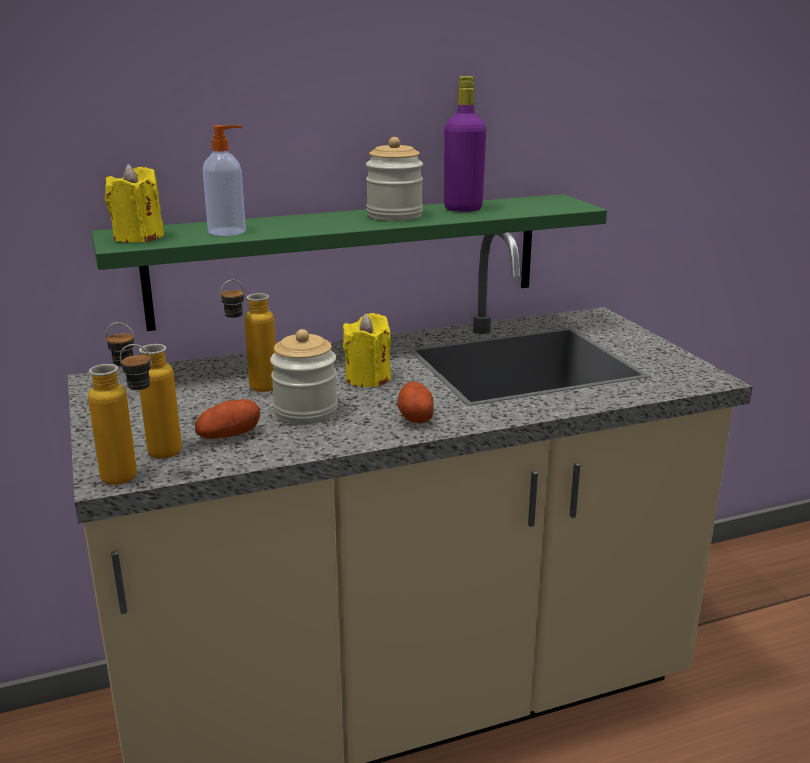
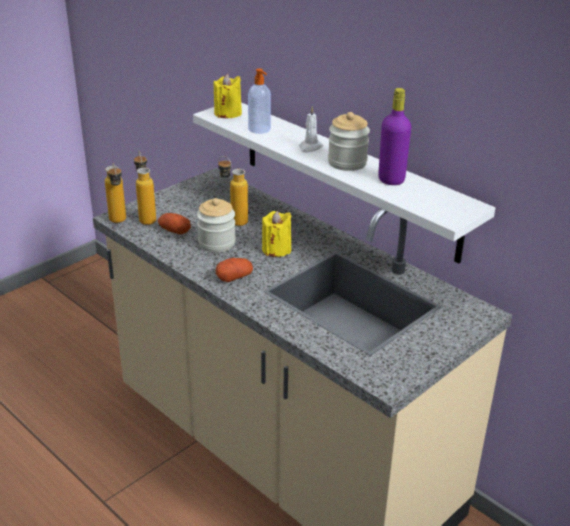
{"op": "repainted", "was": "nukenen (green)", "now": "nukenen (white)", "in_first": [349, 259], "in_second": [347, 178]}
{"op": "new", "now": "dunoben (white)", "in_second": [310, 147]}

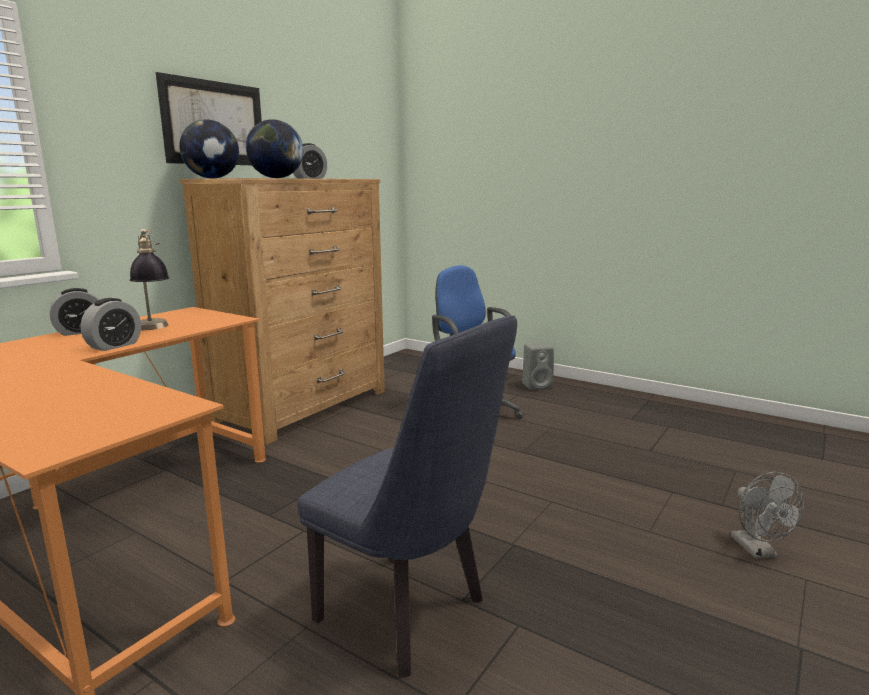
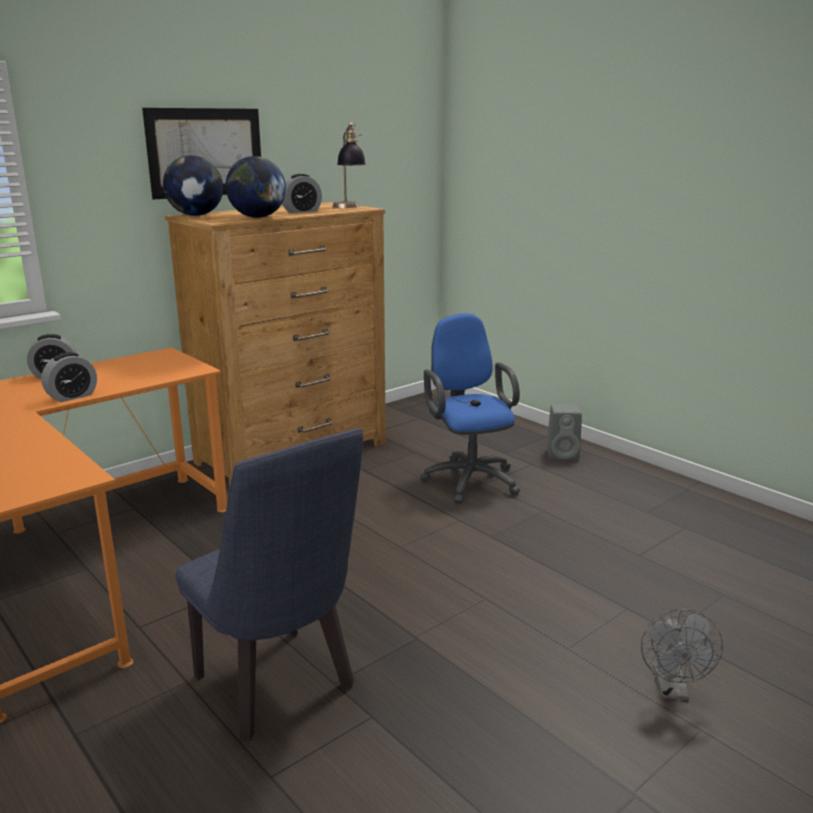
{"op": "shifted", "was": "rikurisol", "in_first": [153, 329], "in_second": [349, 207]}

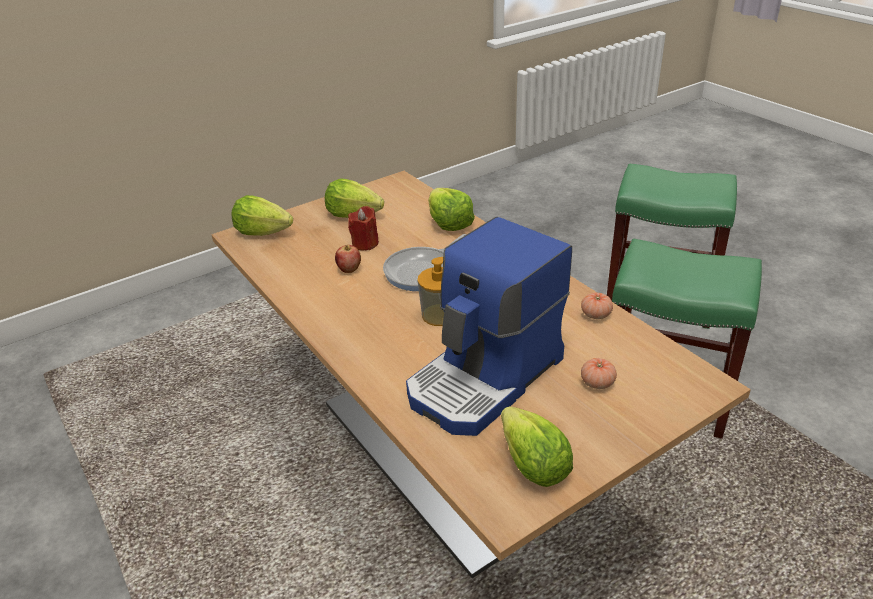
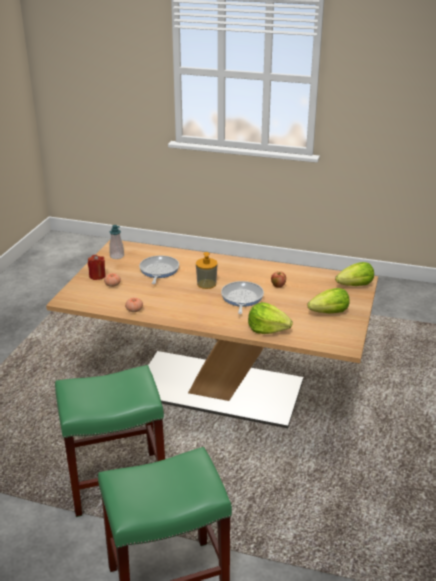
{"op": "shifted", "was": "dunoben (red)", "in_first": [365, 243], "in_second": [97, 276]}
{"op": "swapped", "was": "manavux", "now": "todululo", "in_first": [533, 465], "in_second": [117, 256]}
{"op": "swapped", "was": "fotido", "now": "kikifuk", "in_first": [486, 379], "in_second": [158, 271]}

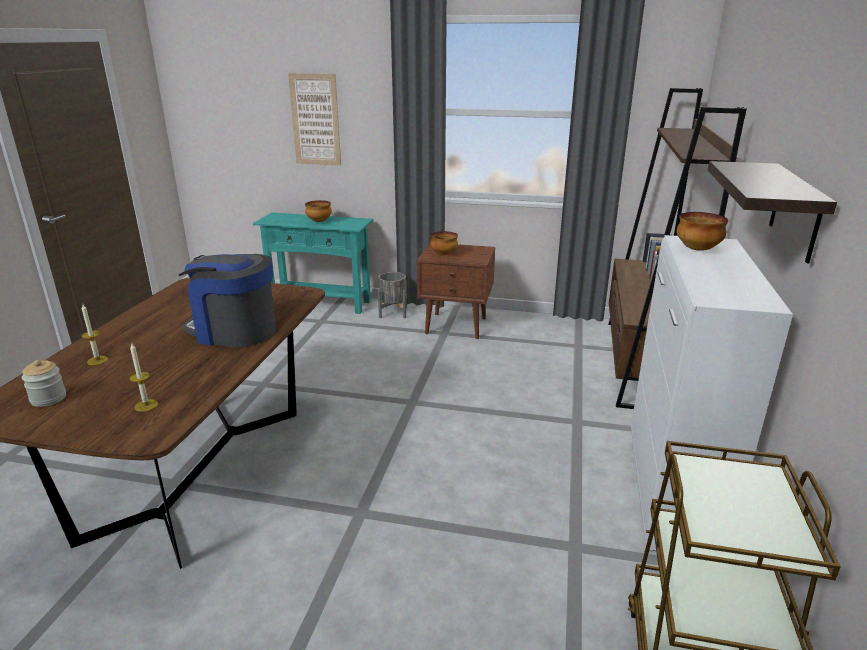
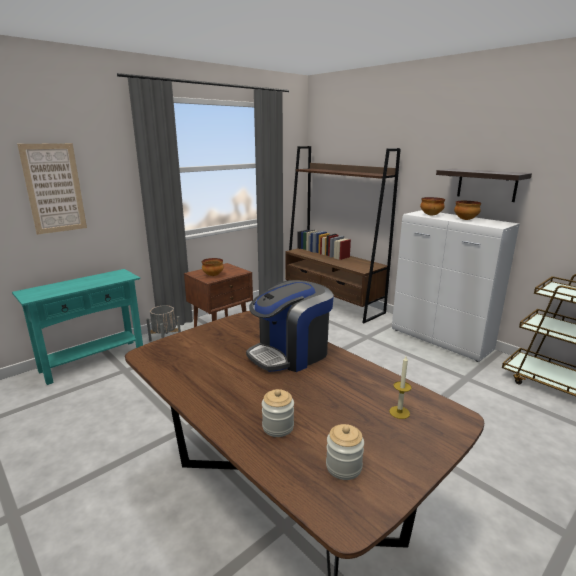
{"op": "swapped", "was": "dunoben", "now": "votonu", "in_first": [97, 360], "in_second": [278, 427]}
{"op": "shifted", "was": "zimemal", "in_first": [319, 221], "in_second": [465, 219]}

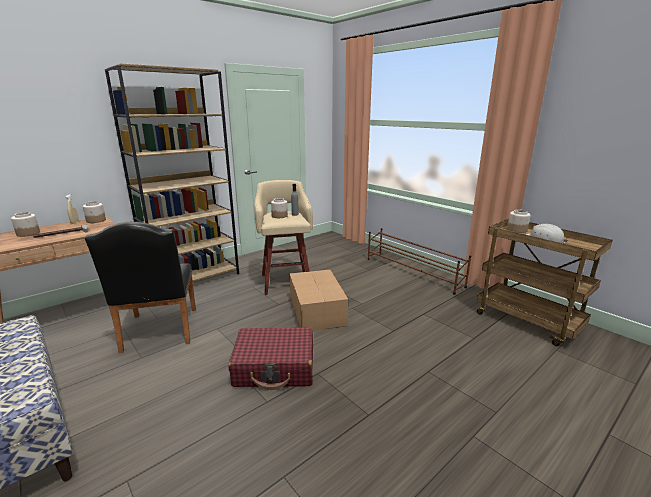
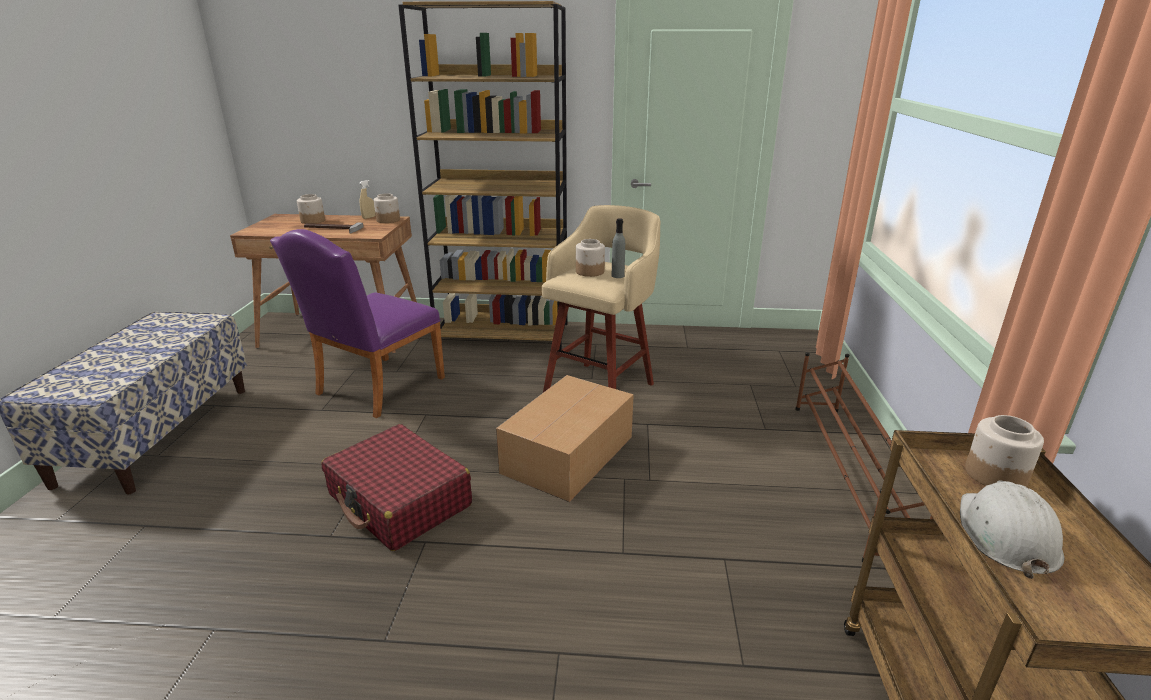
{"op": "repainted", "was": "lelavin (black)", "now": "lelavin (purple)", "in_first": [159, 332], "in_second": [374, 389]}

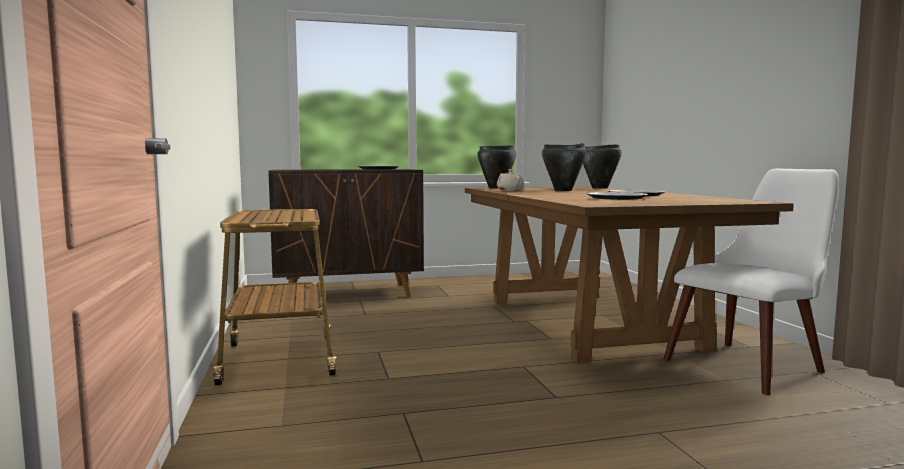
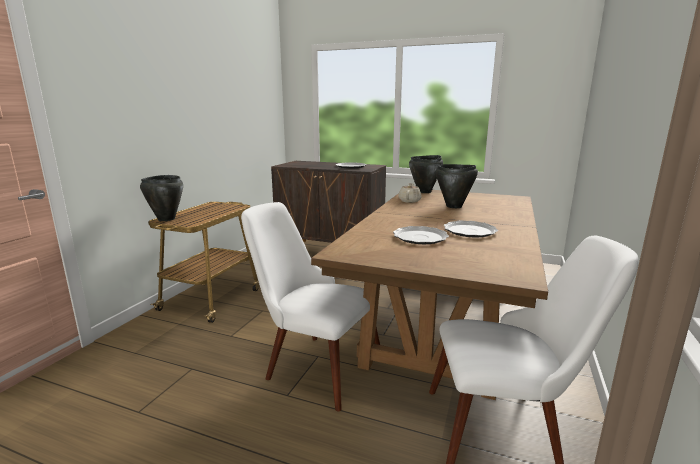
{"op": "shifted", "was": "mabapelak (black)", "in_first": [599, 188], "in_second": [166, 219]}
{"op": "new", "now": "lelavin (white)", "in_second": [312, 364]}

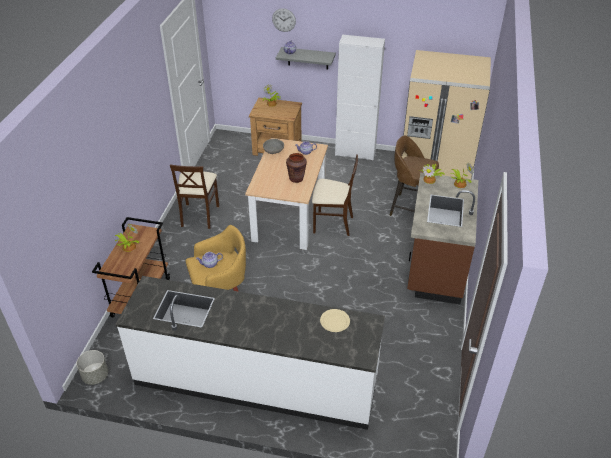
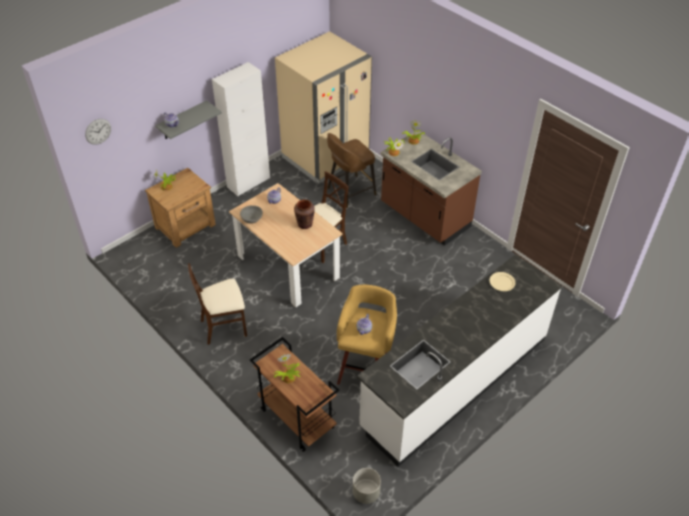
{"op": "shifted", "was": "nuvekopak", "in_first": [284, 20], "in_second": [98, 131]}
{"op": "rotated", "was": "lelavin (beige)", "in_first": [199, 215], "in_second": [224, 326], "clockwise": 120}

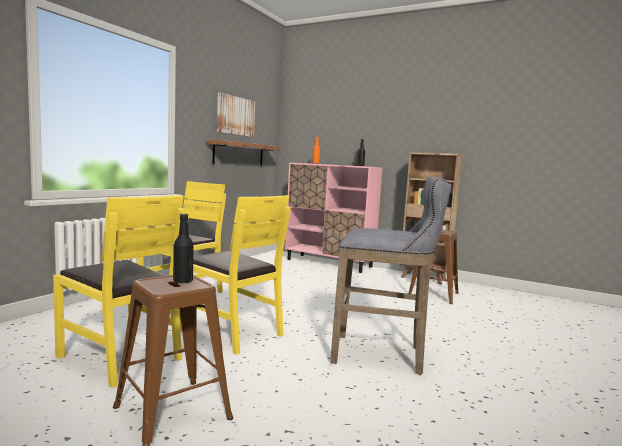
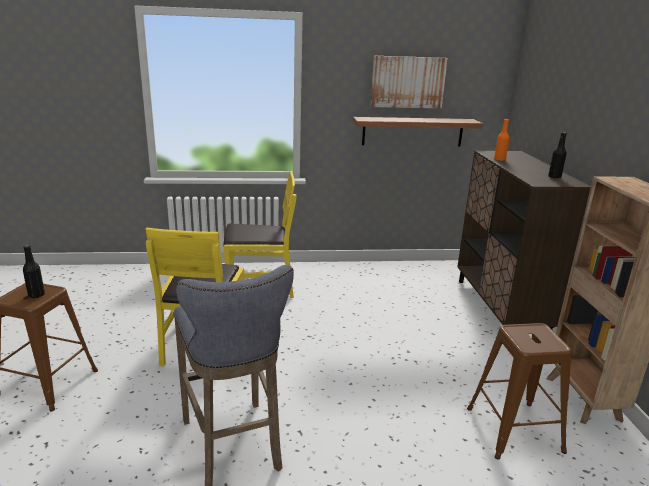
{"op": "repainted", "was": "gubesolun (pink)", "now": "gubesolun (brown)", "in_first": [329, 263], "in_second": [500, 308]}
{"op": "gone", "was": "lelavin (yellow)", "in_first": [121, 357]}

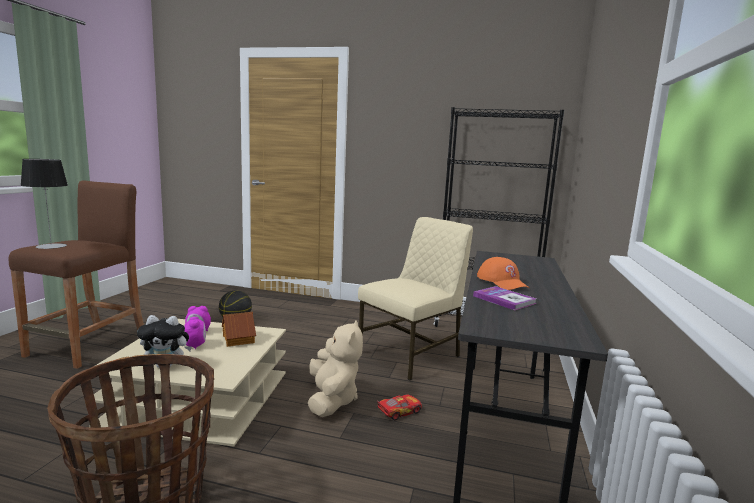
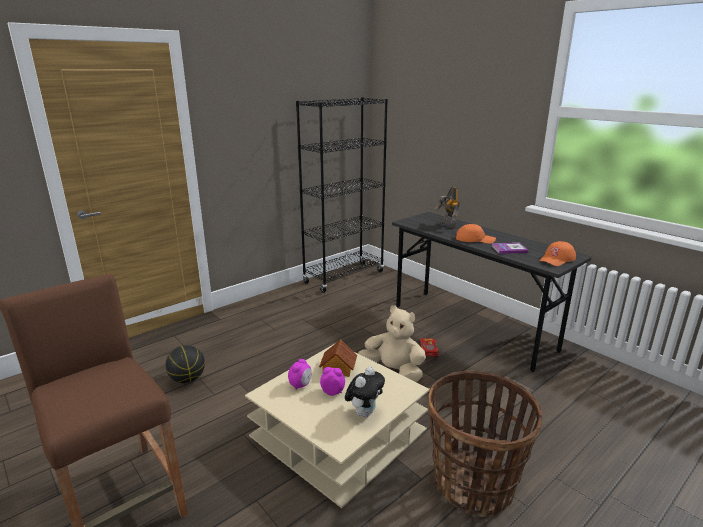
{"op": "new", "now": "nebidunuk", "in_second": [447, 225]}
{"op": "new", "now": "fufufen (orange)", "in_second": [557, 259]}
{"op": "gone", "was": "rikurisol", "in_first": [51, 246]}
{"op": "gone", "was": "lelavin (beige)", "in_first": [411, 354]}

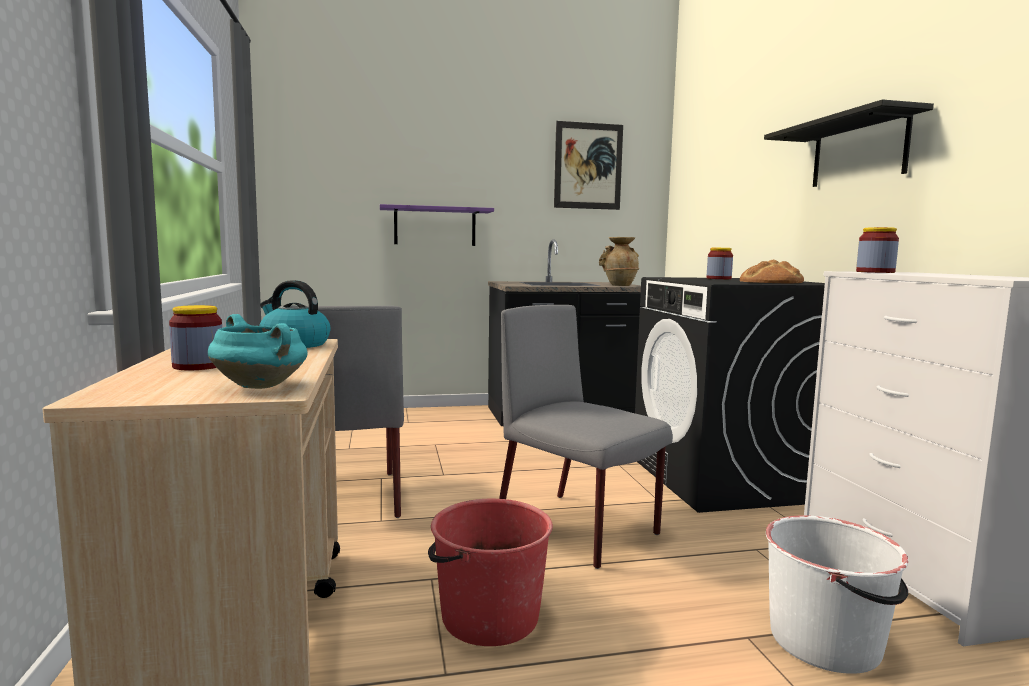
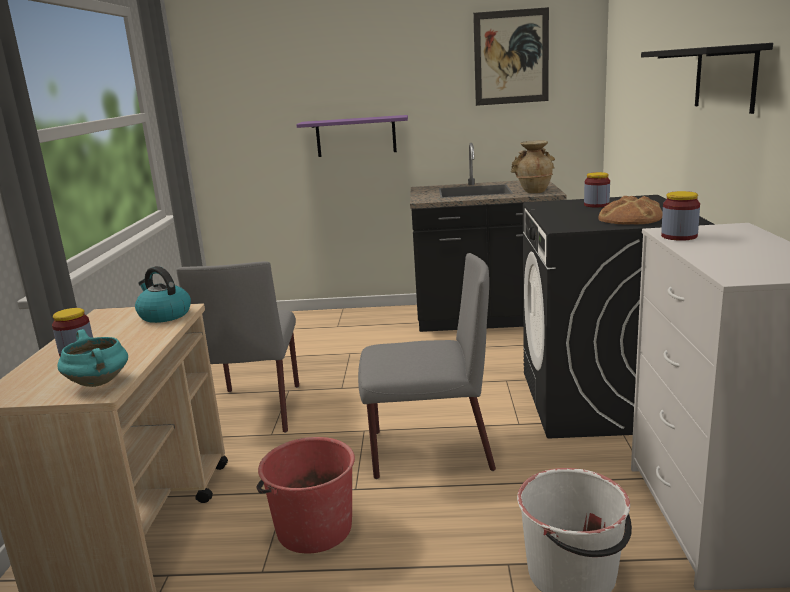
{"op": "rotated", "was": "lelavin (grey)", "in_first": [579, 529], "in_second": [428, 451], "clockwise": 120}

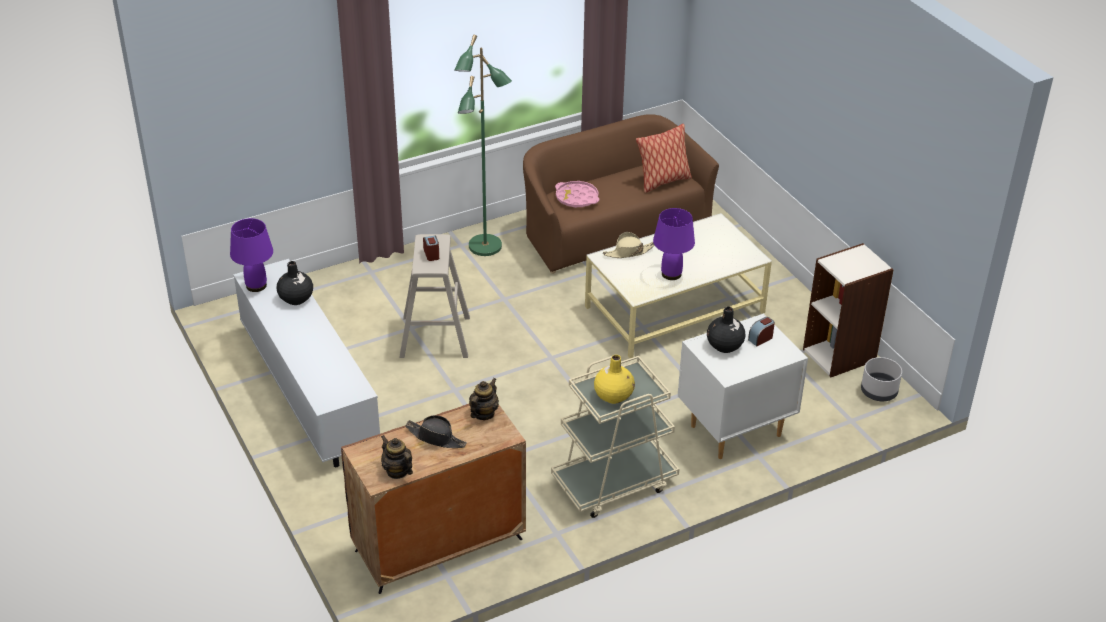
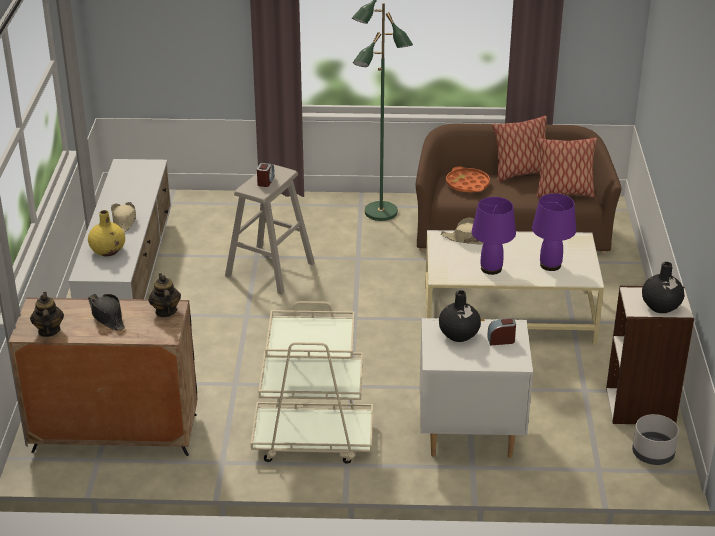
{"op": "shifted", "was": "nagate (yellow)", "in_first": [613, 395], "in_second": [108, 250]}
{"op": "new", "now": "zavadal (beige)", "in_second": [124, 221]}
{"op": "rotated", "was": "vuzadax", "in_first": [483, 413], "in_second": [165, 311], "clockwise": -75}
{"op": "repainted", "was": "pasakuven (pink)", "now": "pasakuven (orange)", "in_first": [577, 198], "in_second": [467, 184]}
{"op": "new", "now": "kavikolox", "in_second": [520, 173]}
{"op": "shifted", "was": "rikurisol (purple)", "in_first": [256, 286], "in_second": [551, 265]}
{"op": "shifted", "was": "nagate (black)", "in_first": [296, 298], "in_second": [660, 306]}

